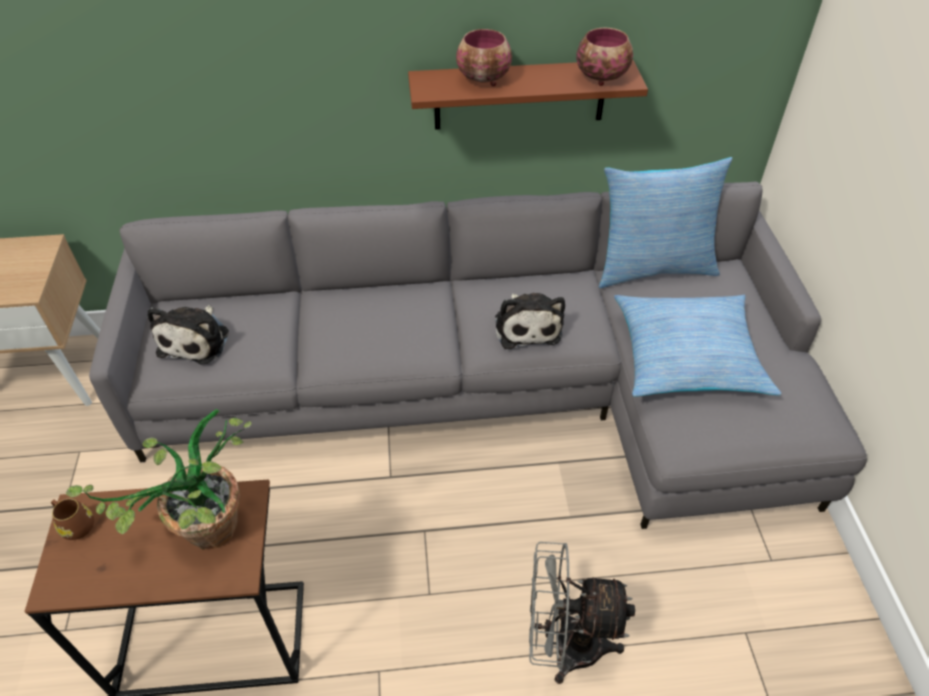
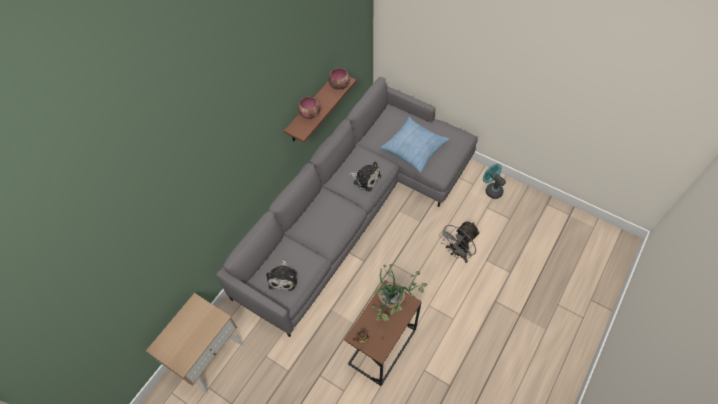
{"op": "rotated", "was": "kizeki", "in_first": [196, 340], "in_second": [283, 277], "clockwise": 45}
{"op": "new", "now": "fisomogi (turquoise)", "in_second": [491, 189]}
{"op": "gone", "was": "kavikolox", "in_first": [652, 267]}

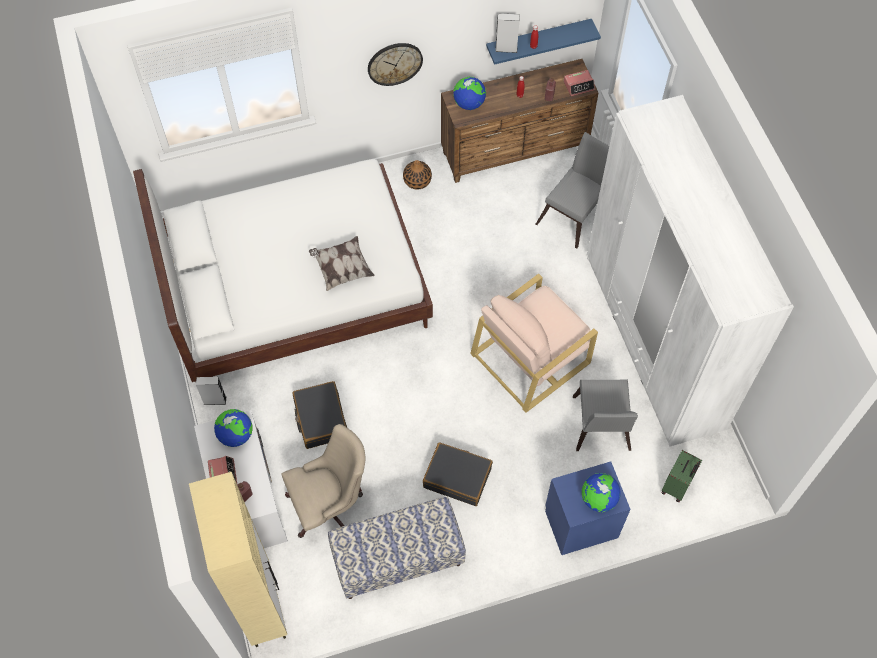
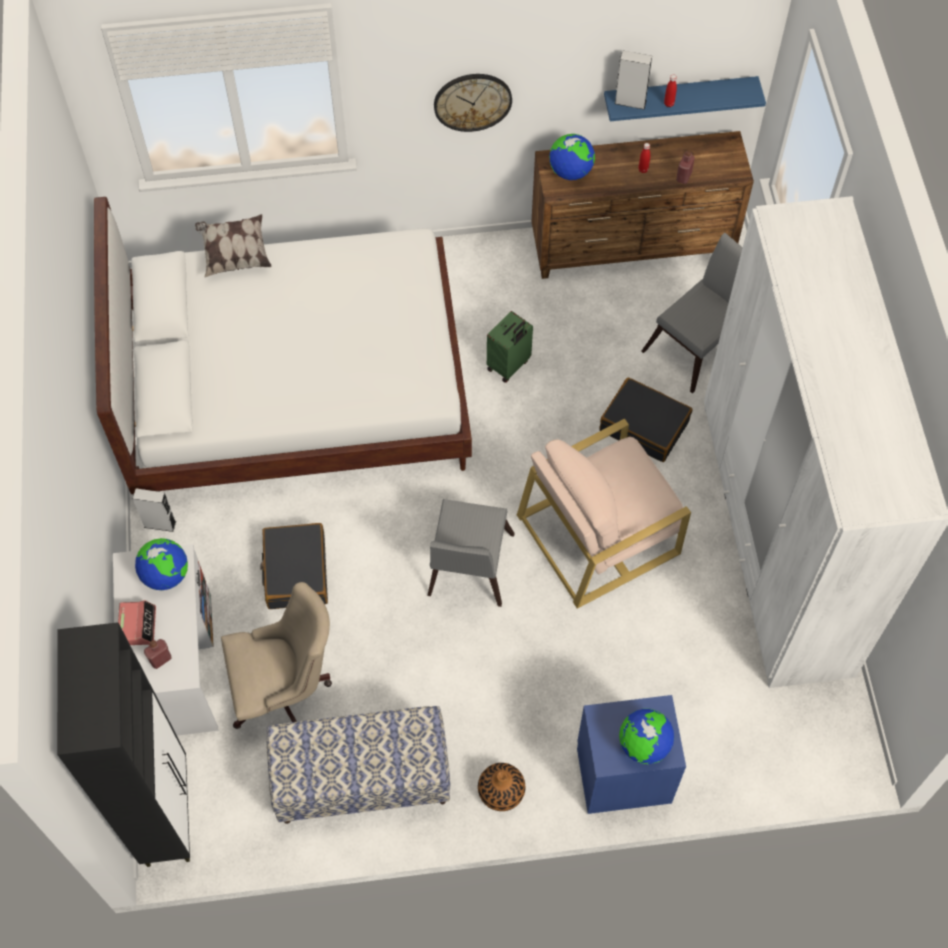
{"op": "repainted", "was": "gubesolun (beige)", "now": "gubesolun (black)", "in_first": [262, 606], "in_second": [167, 813]}
{"op": "shifted", "was": "kavikolox", "in_first": [342, 269], "in_second": [235, 254]}
{"op": "shifted", "was": "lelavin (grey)", "in_first": [600, 428], "in_second": [468, 570]}
{"op": "shifted", "was": "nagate", "in_first": [417, 181], "in_second": [501, 791]}
{"op": "shifted", "was": "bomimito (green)", "in_first": [677, 486], "in_second": [509, 365]}
{"op": "shifted", "was": "bomimito (black)", "in_first": [457, 477], "in_second": [644, 426]}
{"op": "gone", "was": "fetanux", "in_first": [579, 85]}

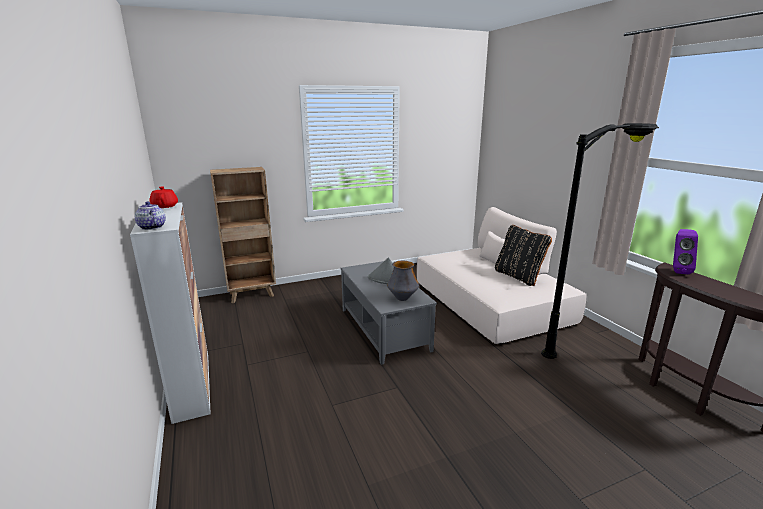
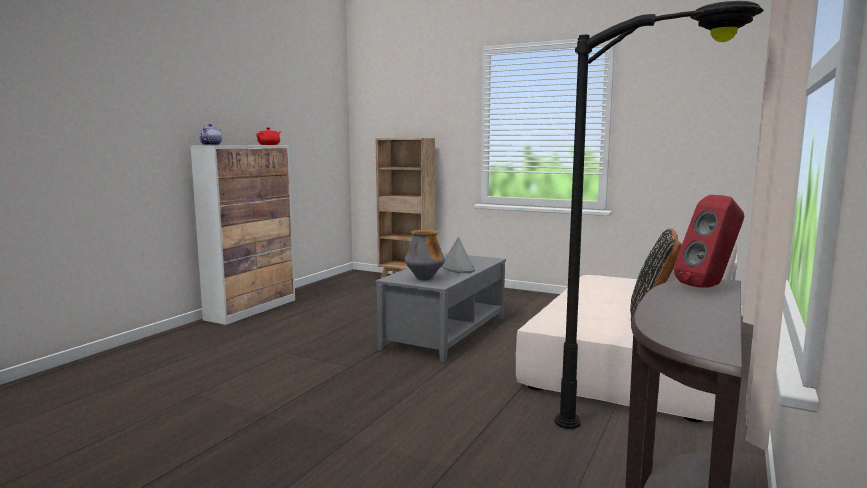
{"op": "repainted", "was": "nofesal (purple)", "now": "nofesal (red)", "in_first": [677, 271], "in_second": [709, 286]}

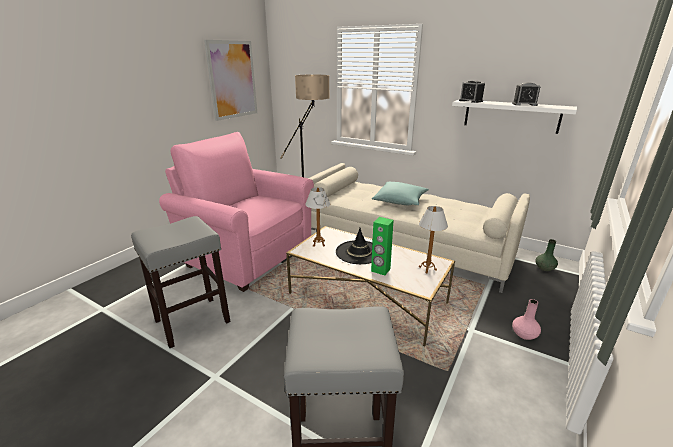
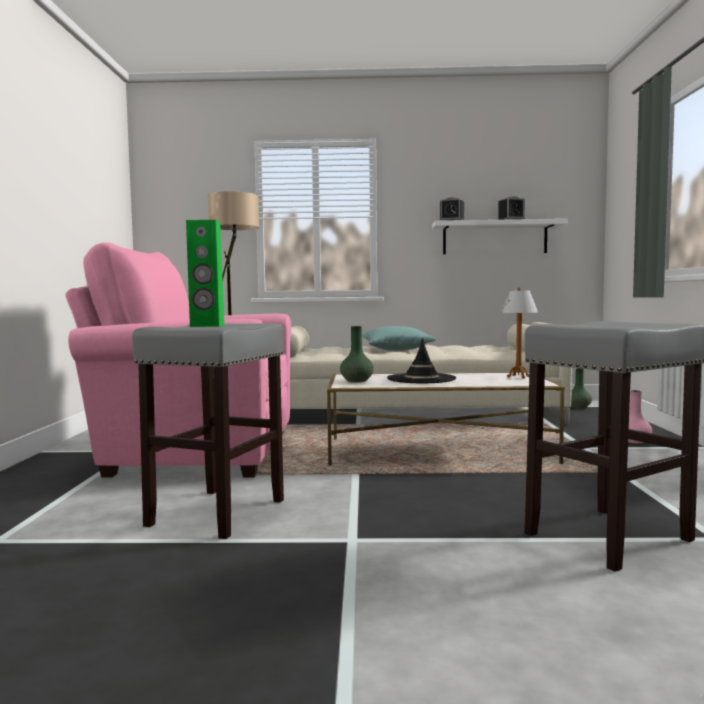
{"op": "shifted", "was": "nofesal (green)", "in_first": [380, 270], "in_second": [207, 326]}
{"op": "swapped", "was": "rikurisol", "now": "nagate (green)", "in_first": [318, 244], "in_second": [356, 381]}
{"op": "gone", "was": "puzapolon", "in_first": [232, 80]}

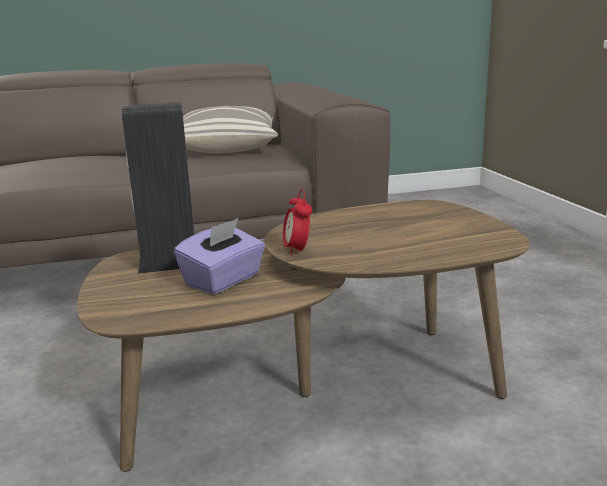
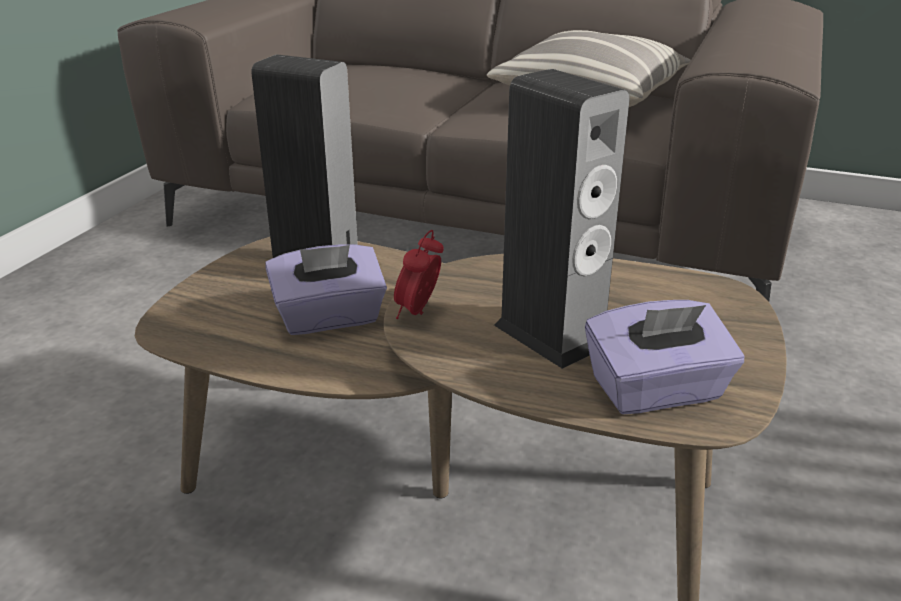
{"op": "new", "now": "nofesal", "in_second": [551, 335]}
{"op": "new", "now": "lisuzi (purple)", "in_second": [657, 391]}

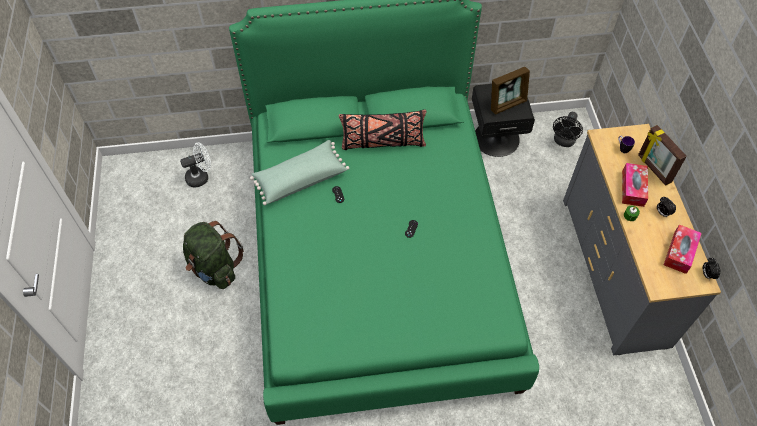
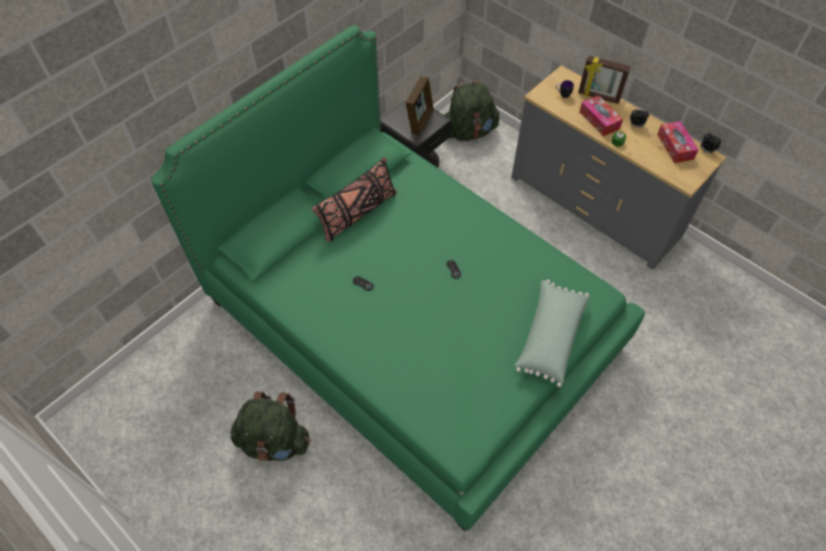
{"op": "swapped", "was": "fisomogi (black)", "now": "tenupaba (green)", "in_first": [563, 142], "in_second": [469, 132]}
{"op": "shifted", "was": "kavikolox (green)", "in_first": [300, 178], "in_second": [549, 337]}
{"op": "gone", "was": "fisomogi (white)", "in_first": [201, 177]}

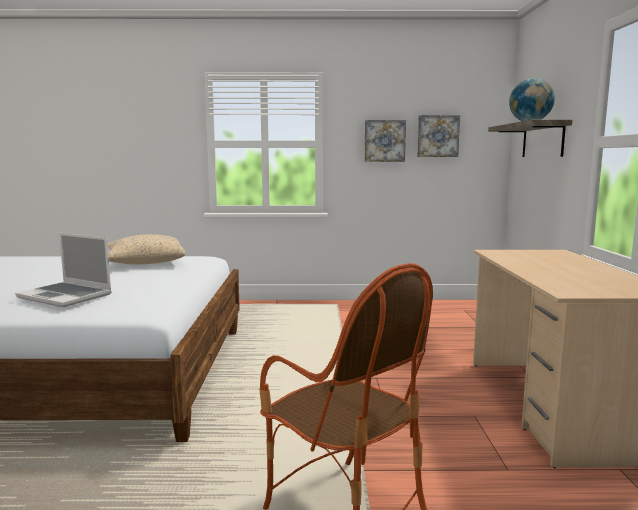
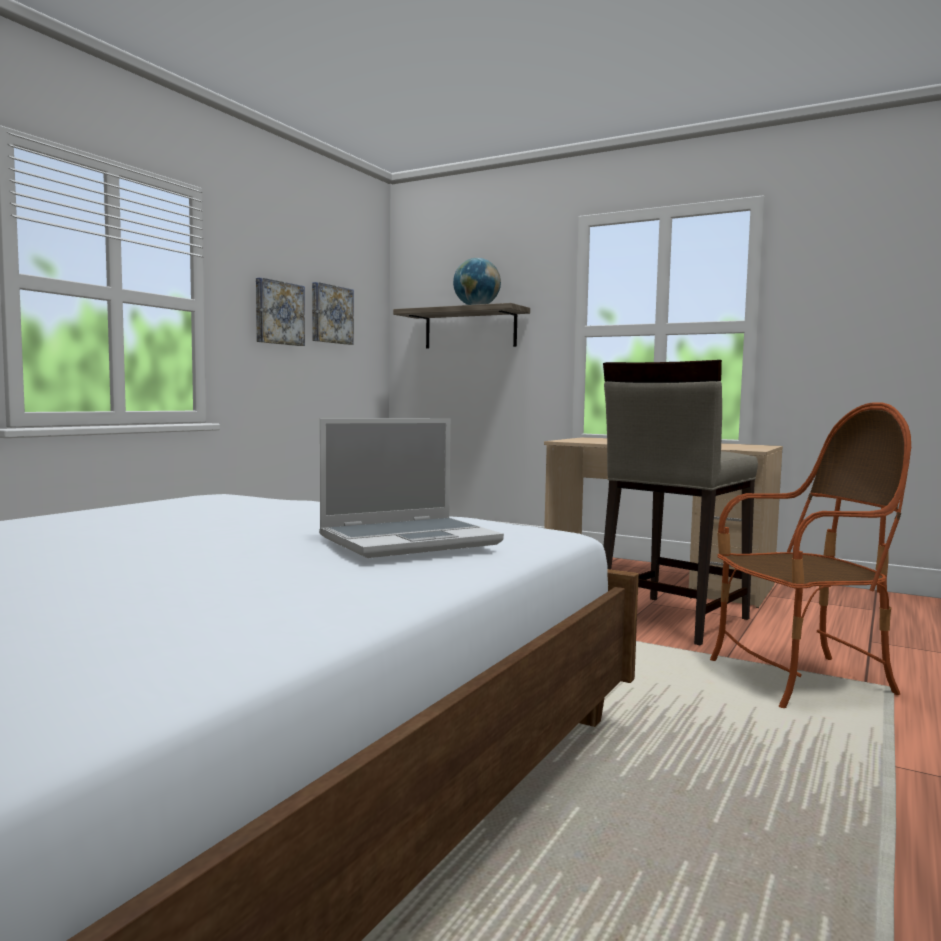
{"op": "new", "now": "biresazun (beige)", "in_second": [671, 619]}
{"op": "gone", "was": "kavikolox (beige)", "in_first": [145, 262]}

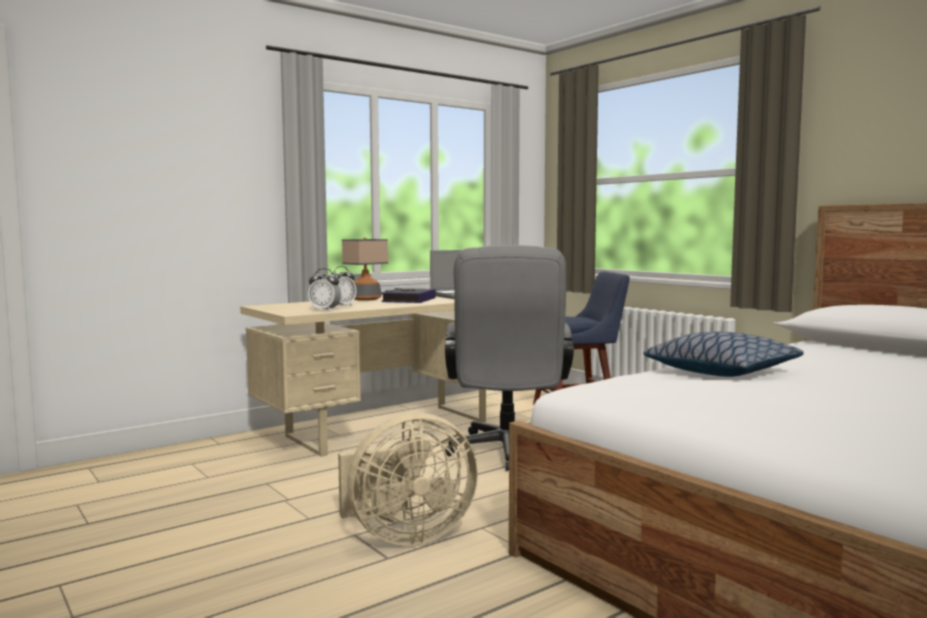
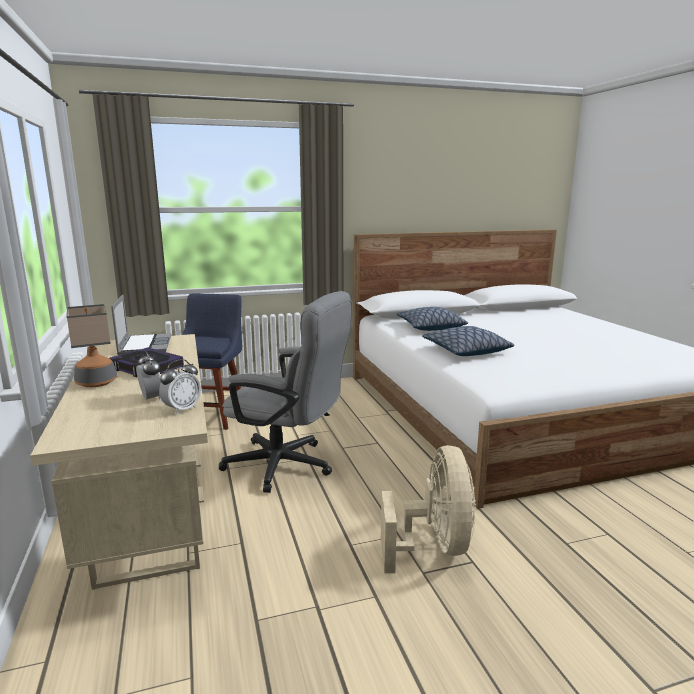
{"op": "new", "now": "kavikolox", "in_second": [430, 327]}

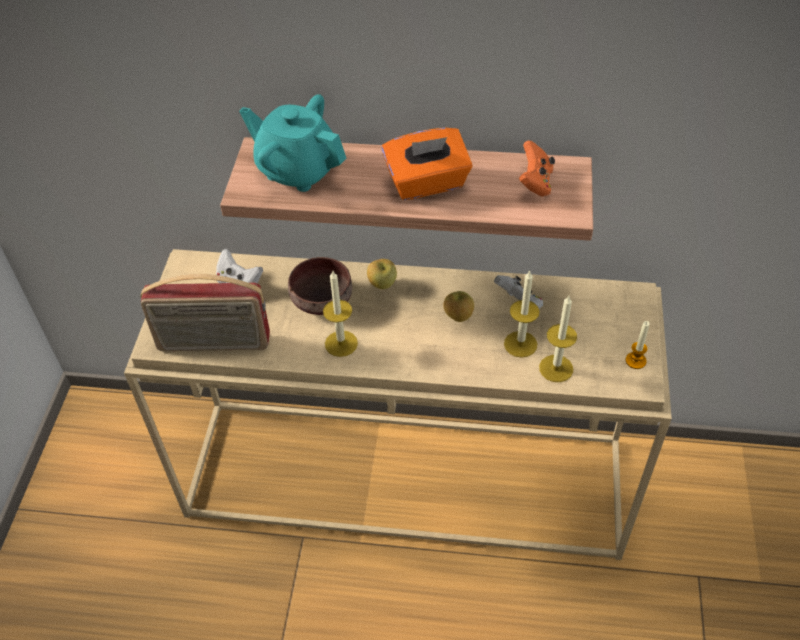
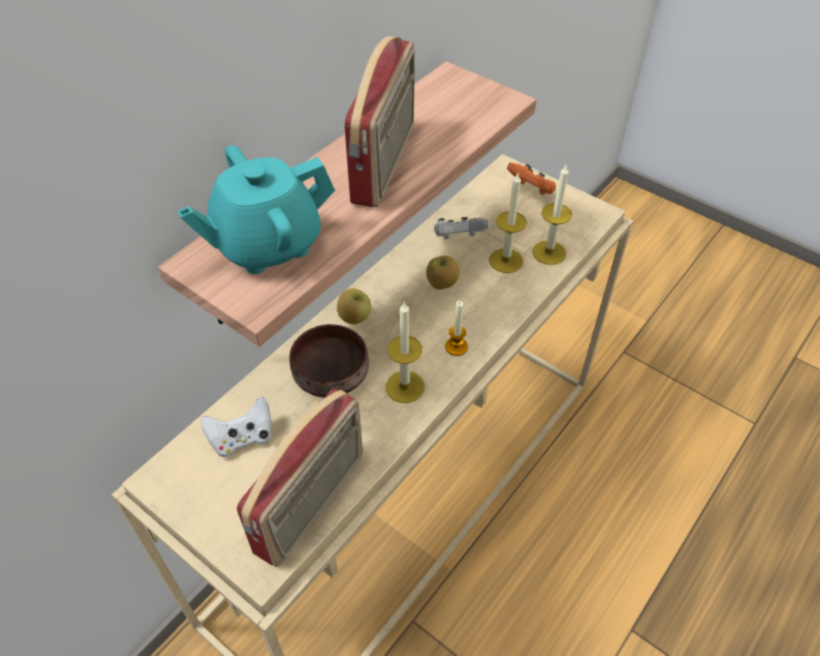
{"op": "swapped", "was": "lisuzi (orange)", "now": "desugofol", "in_first": [427, 183], "in_second": [385, 163]}
{"op": "shifted", "was": "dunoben", "in_first": [635, 361], "in_second": [456, 347]}
{"op": "shifted", "was": "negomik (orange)", "in_first": [535, 183], "in_second": [531, 190]}

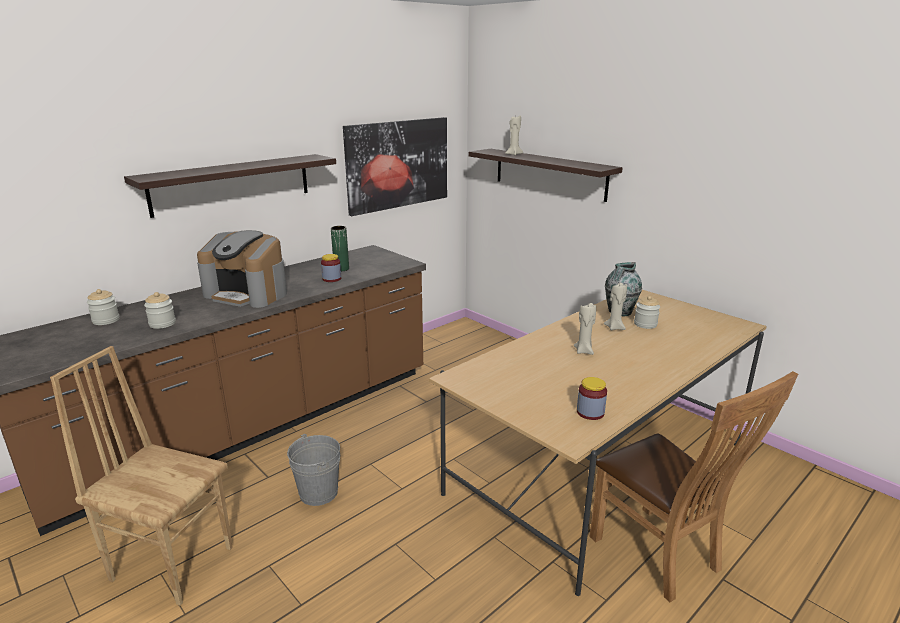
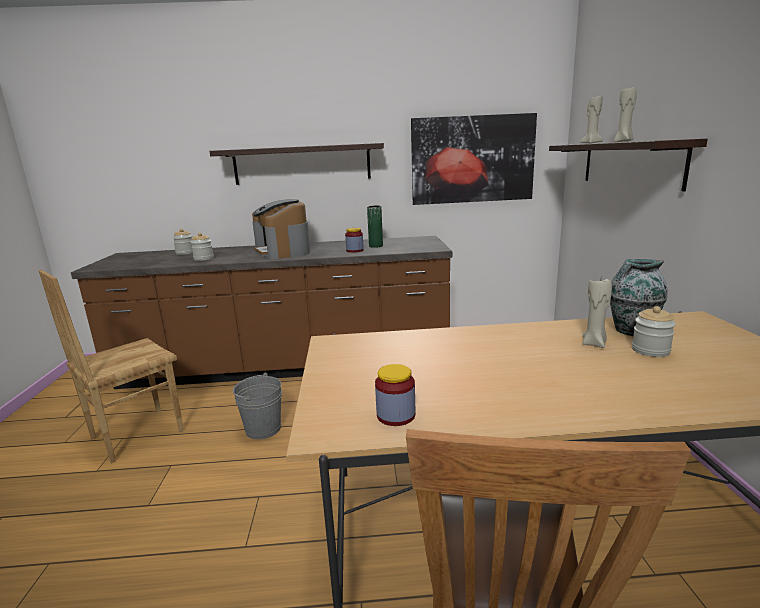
{"op": "rotated", "was": "lelavin (brown)", "in_first": [173, 562], "in_second": [136, 434], "clockwise": -105}
{"op": "shifted", "was": "dunoben (beige)", "in_first": [584, 351], "in_second": [623, 141]}

